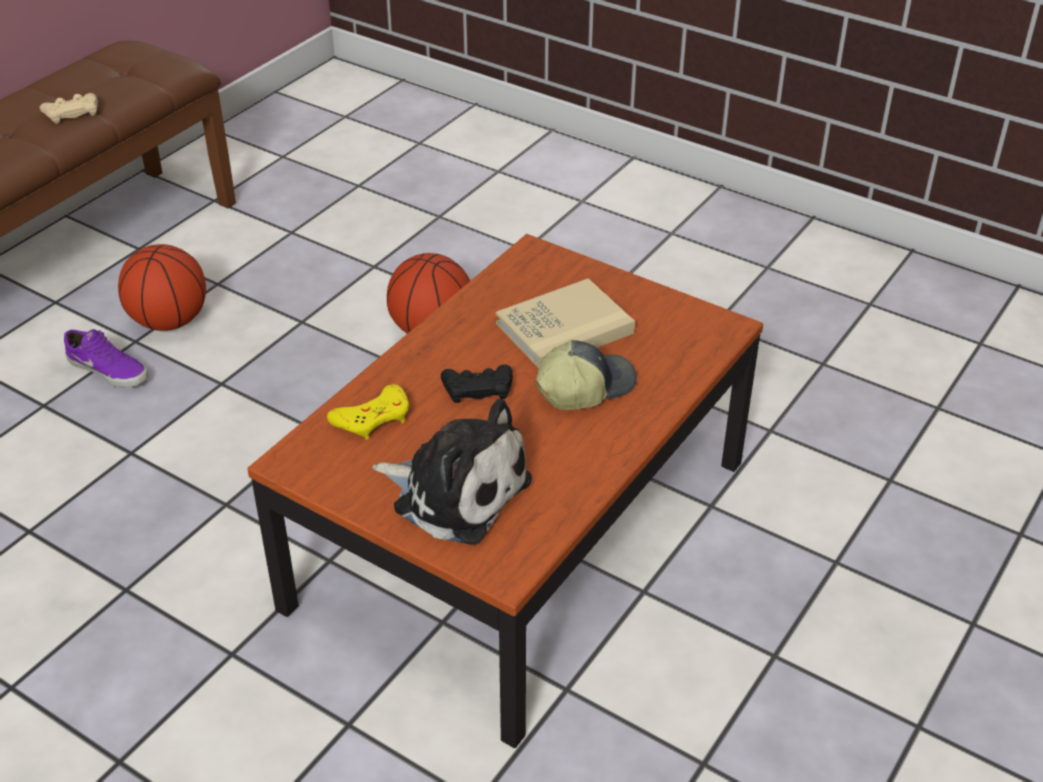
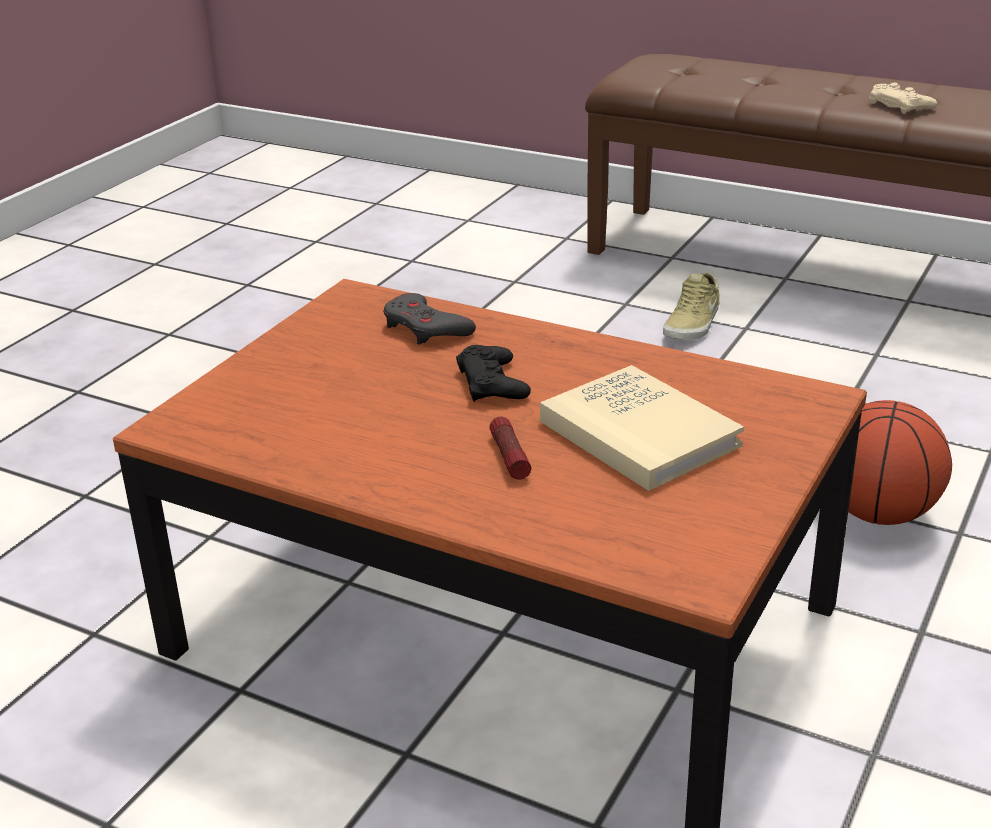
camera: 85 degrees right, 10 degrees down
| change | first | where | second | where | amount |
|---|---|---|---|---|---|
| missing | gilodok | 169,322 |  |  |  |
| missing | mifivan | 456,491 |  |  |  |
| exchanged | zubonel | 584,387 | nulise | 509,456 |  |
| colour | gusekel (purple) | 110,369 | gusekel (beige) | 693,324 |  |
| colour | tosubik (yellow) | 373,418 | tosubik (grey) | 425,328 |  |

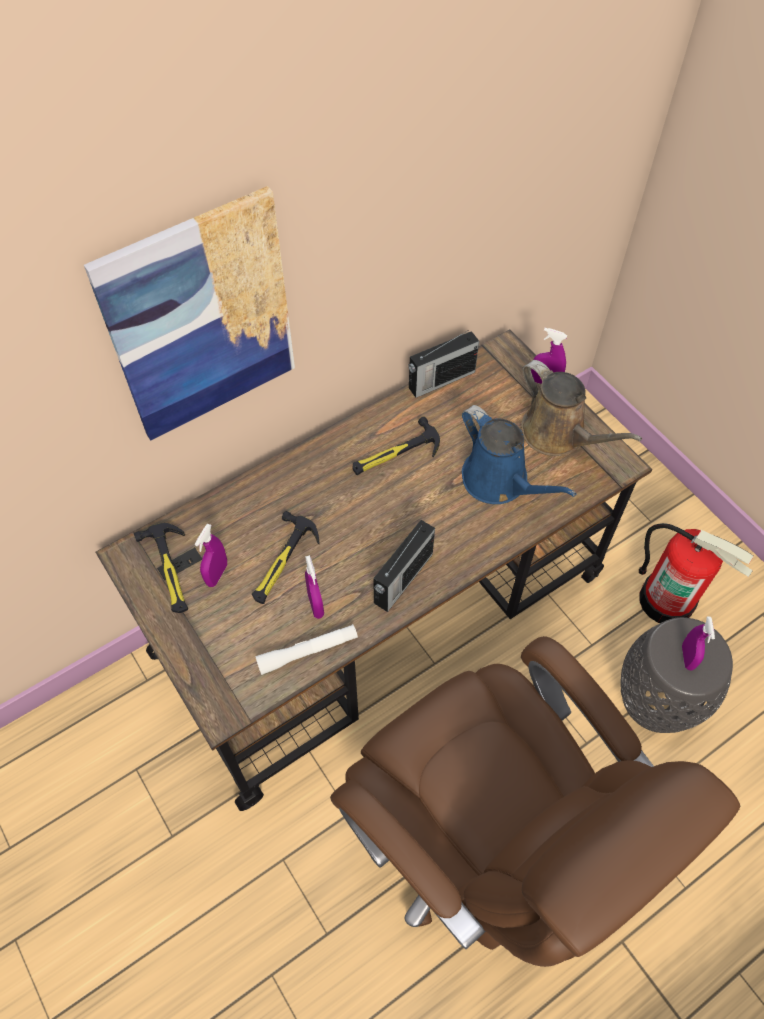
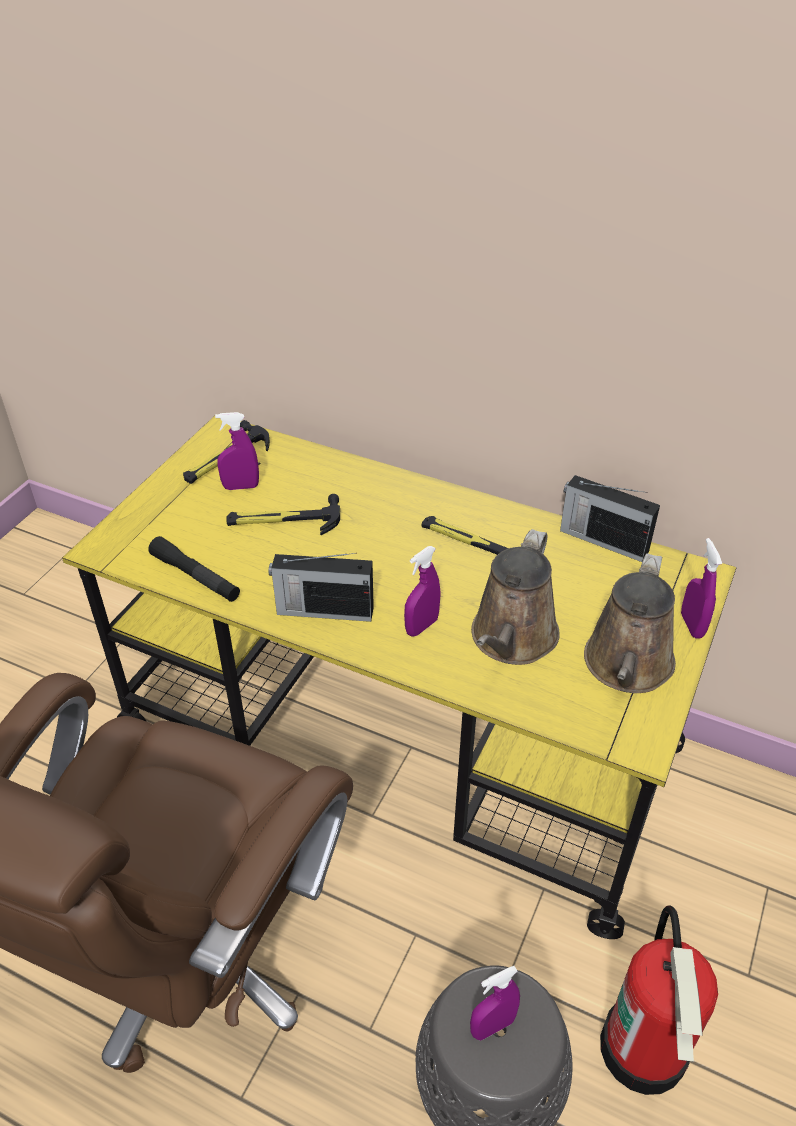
camera: 60 degrees right, 15 degrees down
| change | first | where | second | where | amount |
|---|---|---|---|---|---|
| missing | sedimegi | 201,320 |  |  |  |
| relocated | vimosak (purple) | 316,605 |  | 421,626 |  |
| colour | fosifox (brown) | 380,614 | fosifox (yellow) | 397,738 |  |
| colour | nulise (white) | 308,651 | nulise (black) | 195,577 |  |
| colour | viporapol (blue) | 499,481 | viporapol (brown) | 512,639 |  |

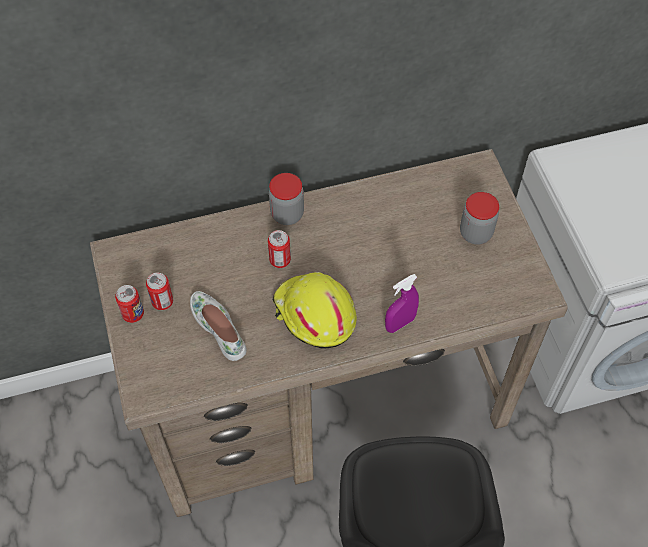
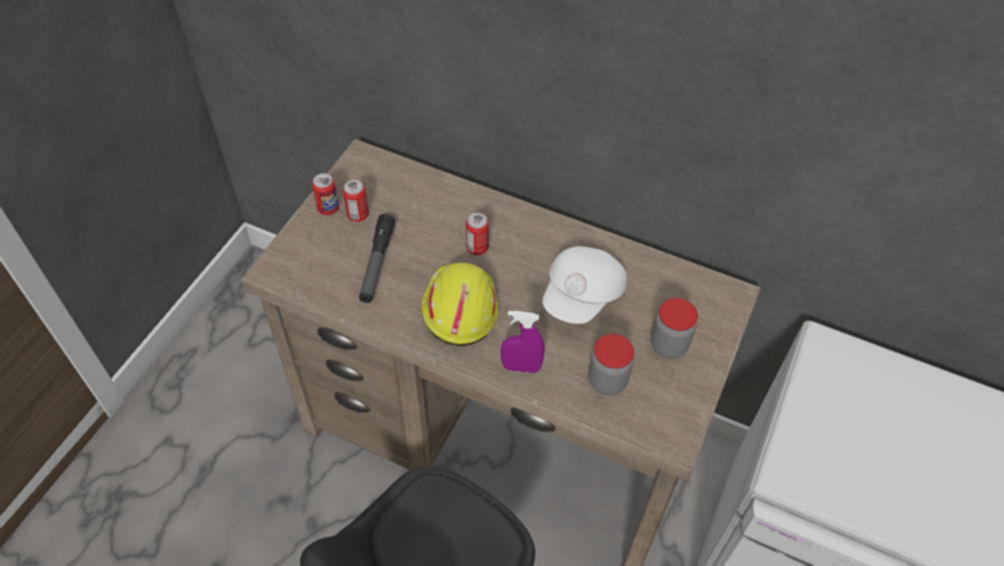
camera: 40 degrees right, 5 degrees down
| change | first | where | second | where | amount |
|---|---|---|---|---|---|
| appeared |  |  | zubonel (white) | 583,296 |  |
| relocated | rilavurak | 287,214 |  | 607,381 |  |
| exchanged | gusekel (white) | 219,328 | nulise | 377,263 |  |

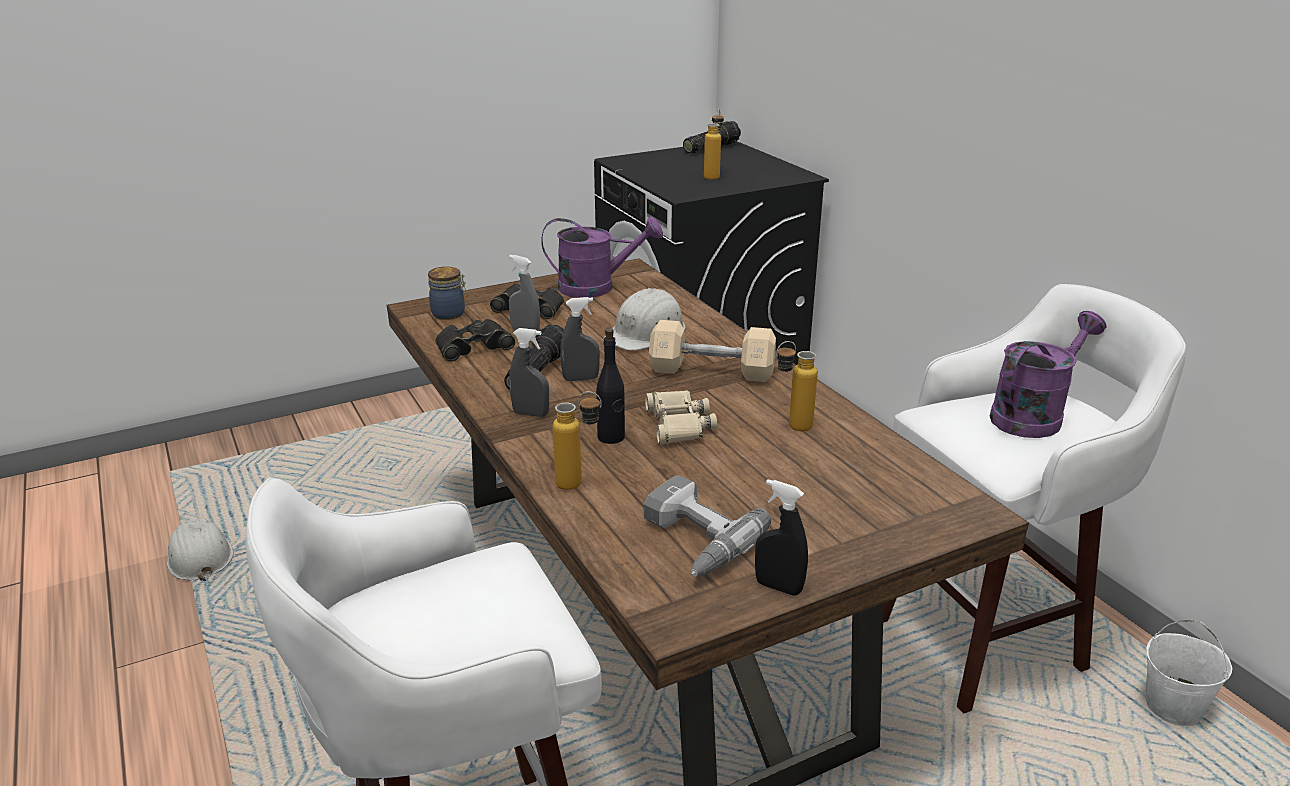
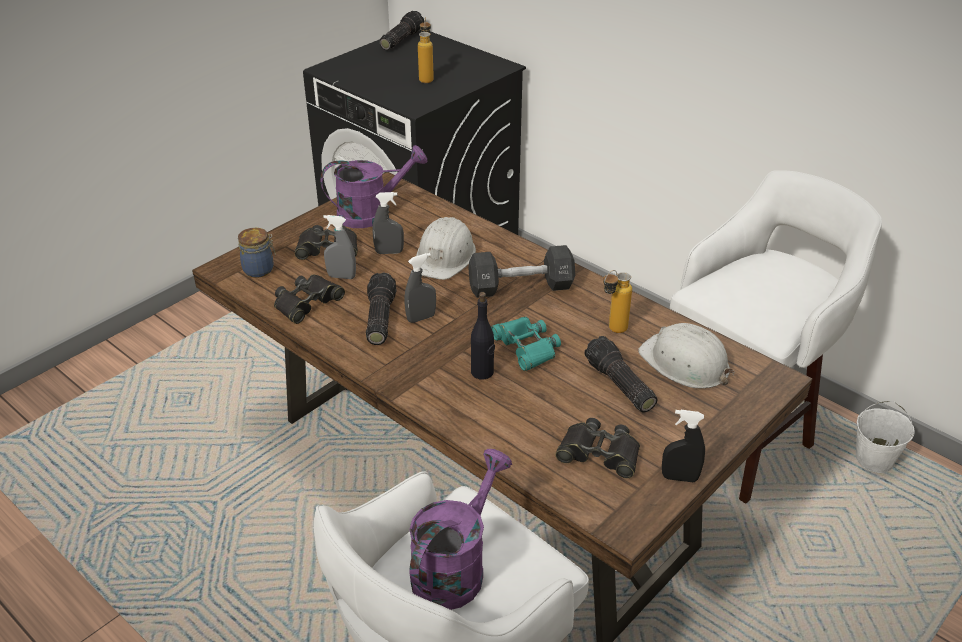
camera: 20 degrees left, 10 degrees up
| change | first | where | second | where | amount |
|---|---|---|---|---|---|
| missing | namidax | 579,485 |  |  |  |
| appeared |  |  | nulise | 618,385 |  |
| relocated | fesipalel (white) | 199,557 |  | 685,363 |  |
| relocated | vimosak (grey) | 530,414 |  | 389,252 |  |
| relocated | viporapol (purple) | 1033,415 |  | 455,567 |  |
| exchanged | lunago | 692,540 | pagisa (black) | 599,453 |  |
| colour | pagisa (beige) | 678,424 | pagisa (turquoise) | 526,347 |  |
| colour | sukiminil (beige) | 711,371 | sukiminil (black) | 521,287 |  |

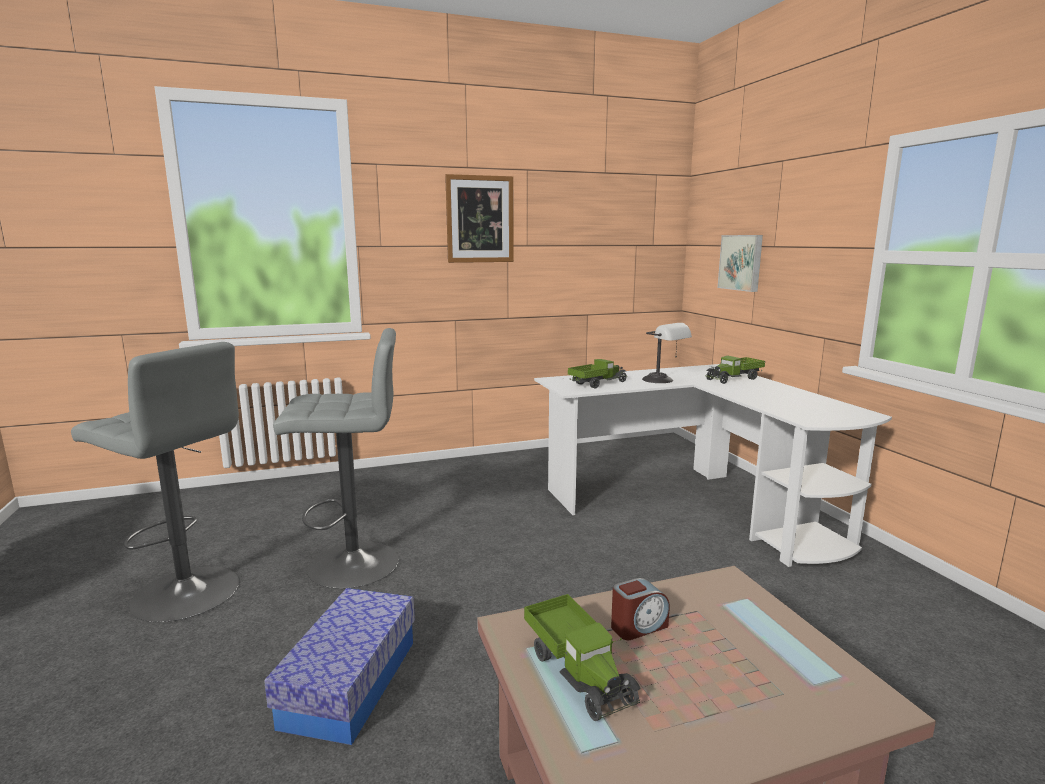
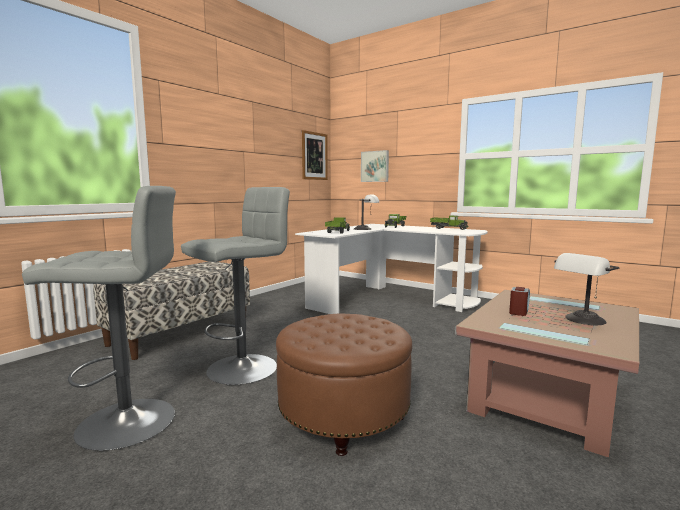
camera: 35 degrees left, 5 degrees down
| change | first | where | second | where | amount |
|---|---|---|---|---|---|
| appeared |  |  | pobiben | 181,333 |  |
| appeared |  |  | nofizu | 582,321 |  |
| relocated | sedimegi | 480,219 |  | 314,156 |  |
| relocated | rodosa | 579,670 |  | 448,228 |  |
| exchanged | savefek | 350,682 | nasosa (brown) | 343,417 |  |

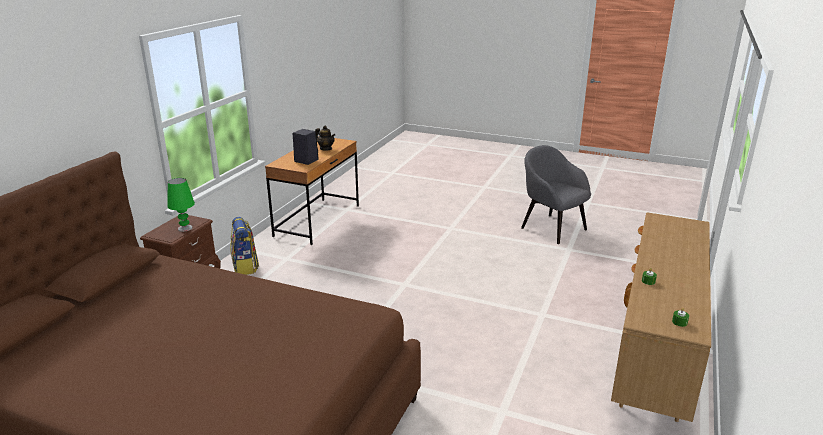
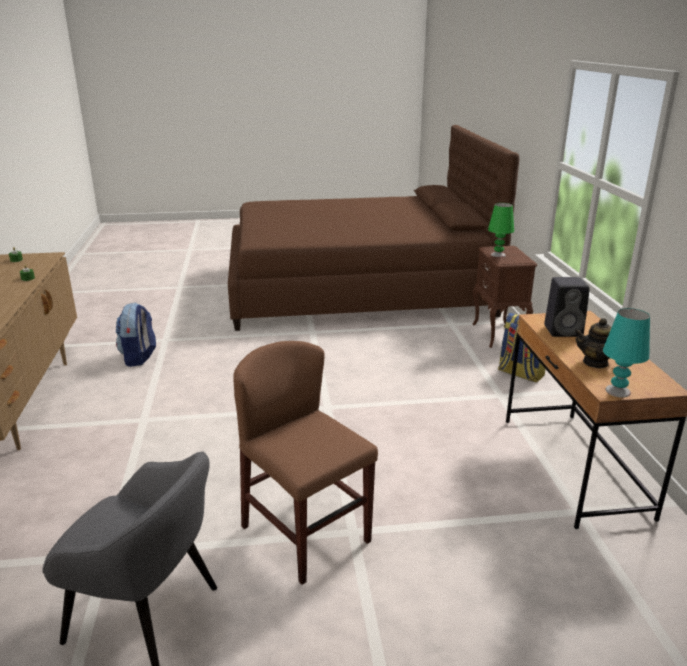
camera: 150 degrees right, 0 degrees up
| change | first | where | second | where | amount |
|---|---|---|---|---|---|
| appeared |  |  | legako | 139,358 |  |
| appeared |  |  | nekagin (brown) | 306,534 |  |
| appeared |  |  | nofizu (turquoise) | 618,391 |  |

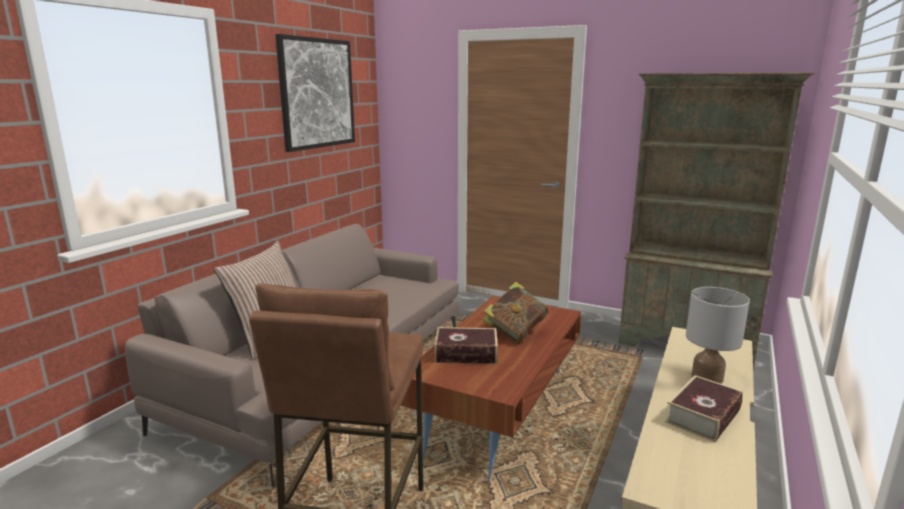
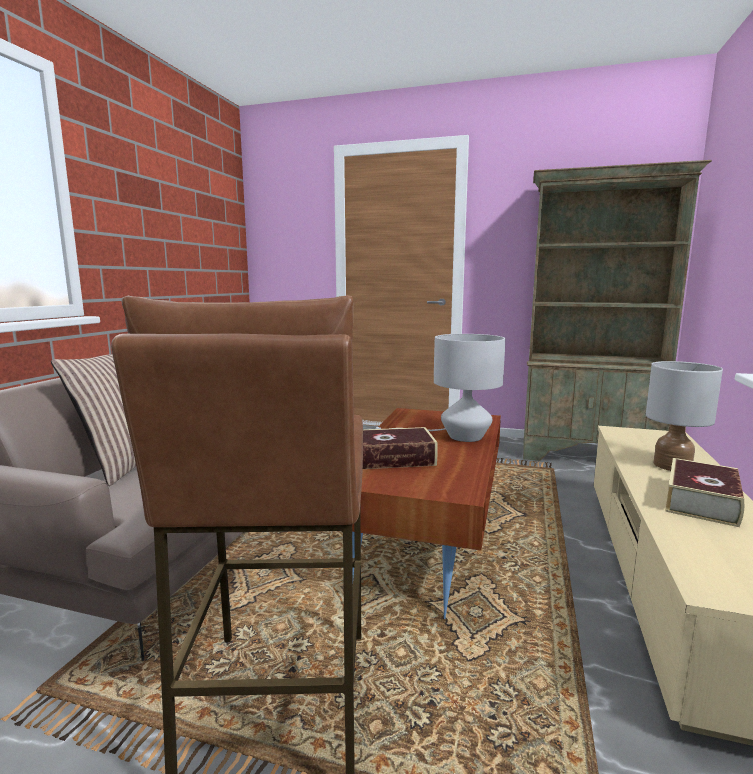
camera: 10 degrees left, 5 degrees down
| change | first | where | second | where | amount |
|---|---|---|---|---|---|
| missing | sedimegi | 317,93 |  |  |  |
| exchanged | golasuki | 515,332 | nofizu (grey) | 441,436 |  |

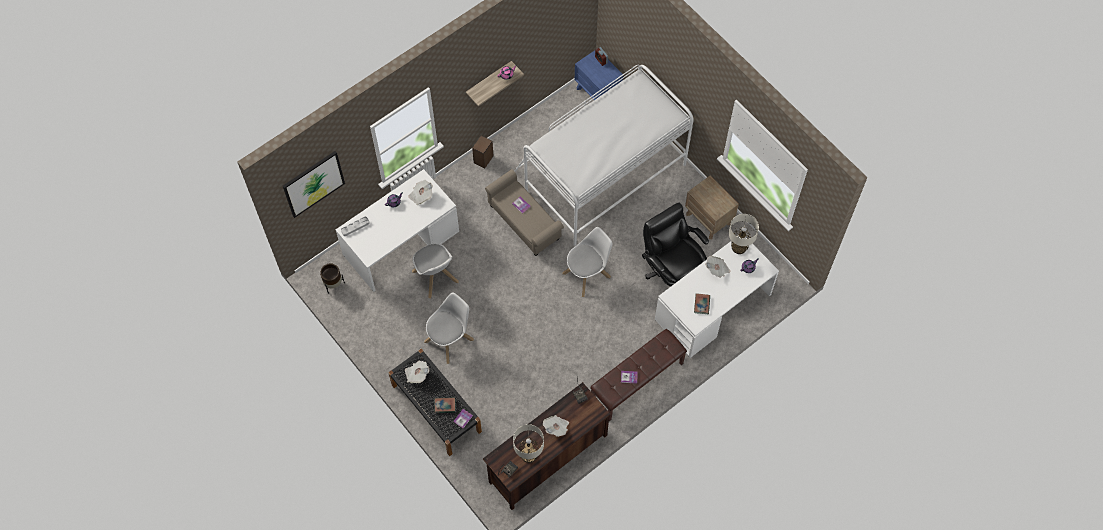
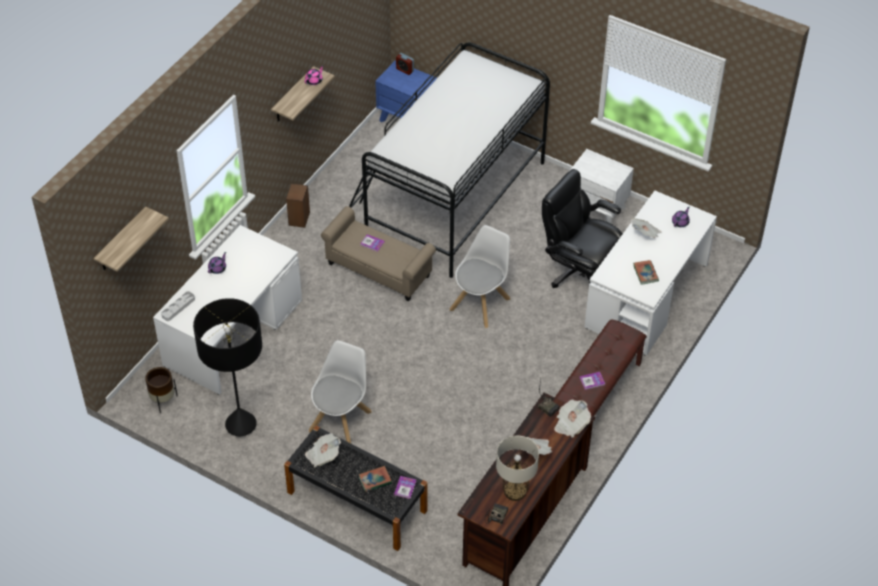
camera: 20 degrees left, 15 degrees down
| change | first | where | second | where | amount |
|---|---|---|---|---|---|
| missing | nekagin | 436,278 |  |  |  |
| missing | nofizu | 739,247 |  |  |  |
| appeared |  |  | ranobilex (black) | 241,426 |  |
| relocated | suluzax | 421,195 |  | 571,424 |  |
| exchanged | sedimegi | 313,183 | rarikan | 121,240 |  |
| colour | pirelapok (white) | 603,178 | pirelapok (black) | 453,200 |  |
| colour | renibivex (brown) | 709,219 | renibivex (white) | 597,209 |  |

